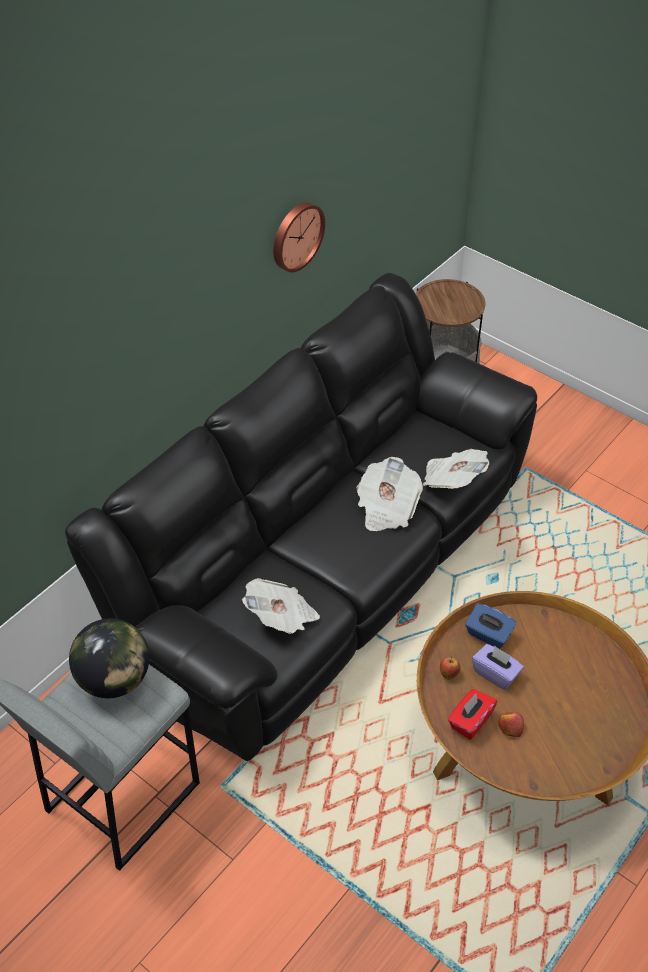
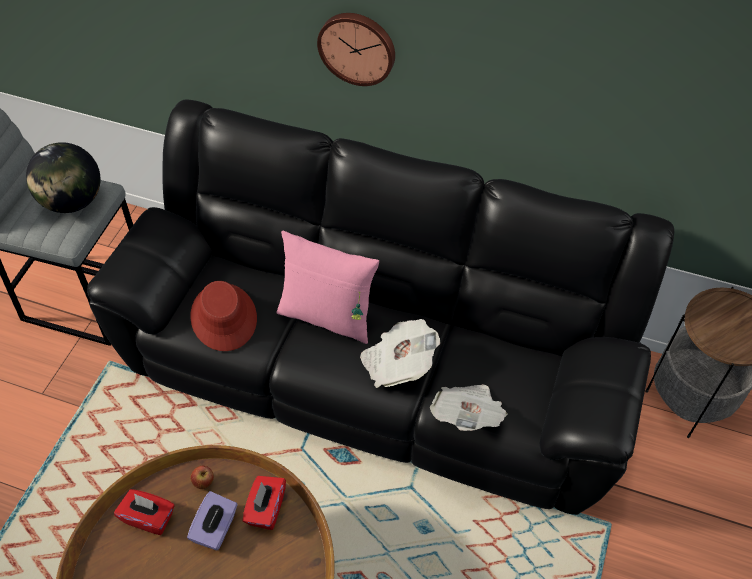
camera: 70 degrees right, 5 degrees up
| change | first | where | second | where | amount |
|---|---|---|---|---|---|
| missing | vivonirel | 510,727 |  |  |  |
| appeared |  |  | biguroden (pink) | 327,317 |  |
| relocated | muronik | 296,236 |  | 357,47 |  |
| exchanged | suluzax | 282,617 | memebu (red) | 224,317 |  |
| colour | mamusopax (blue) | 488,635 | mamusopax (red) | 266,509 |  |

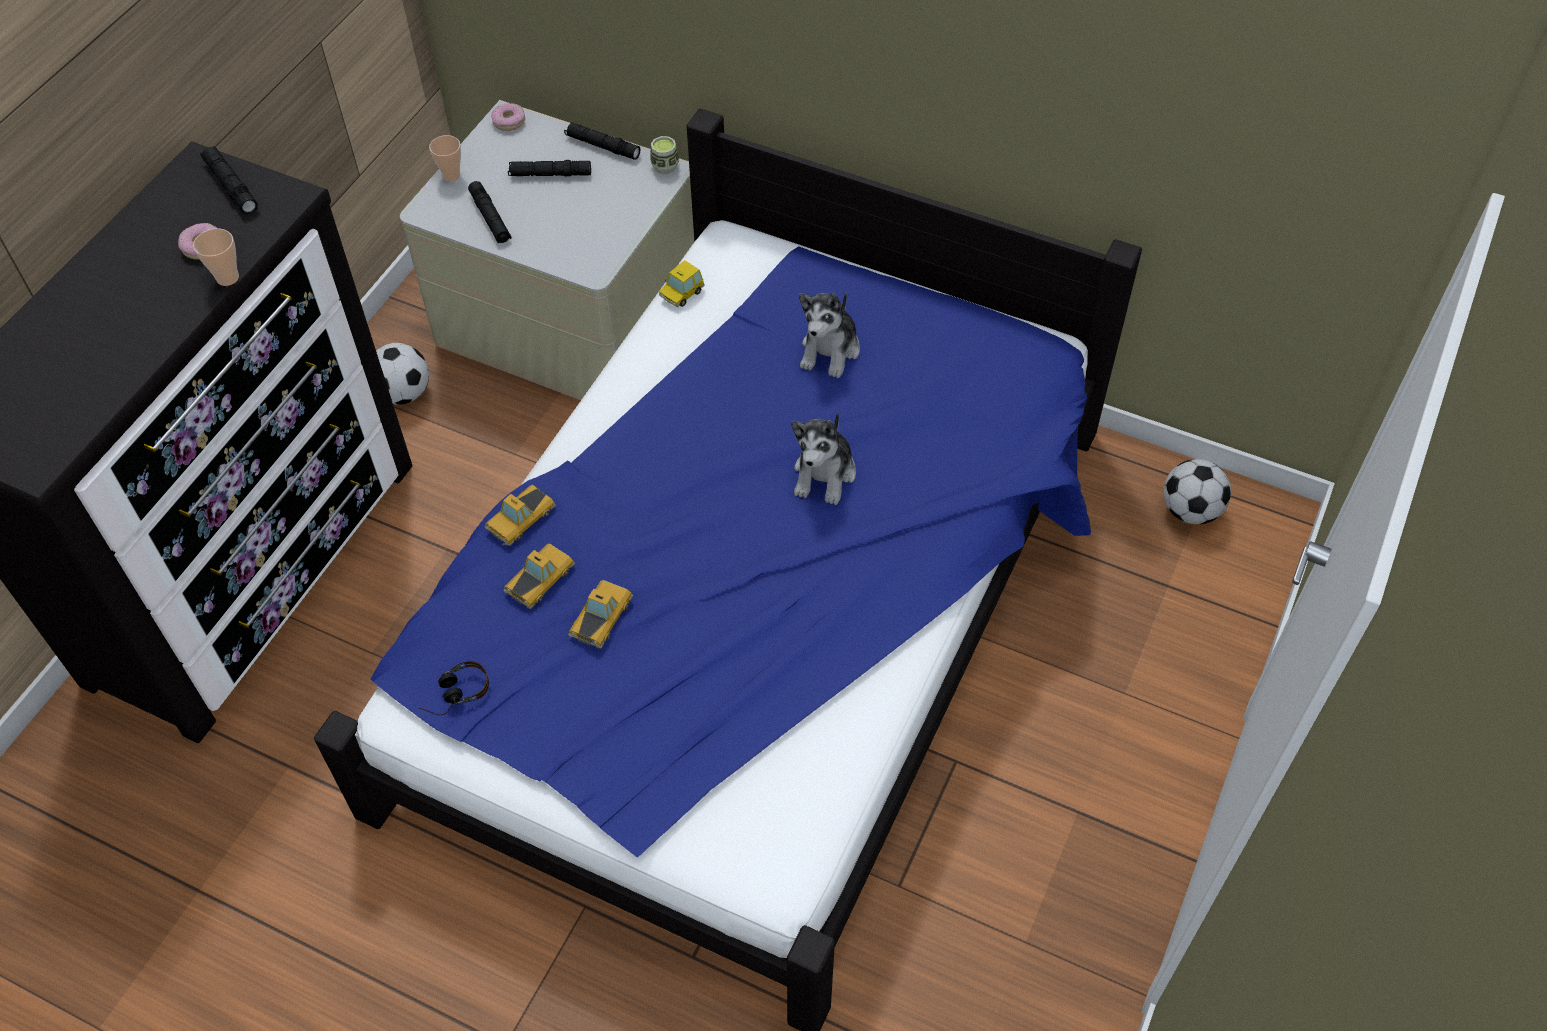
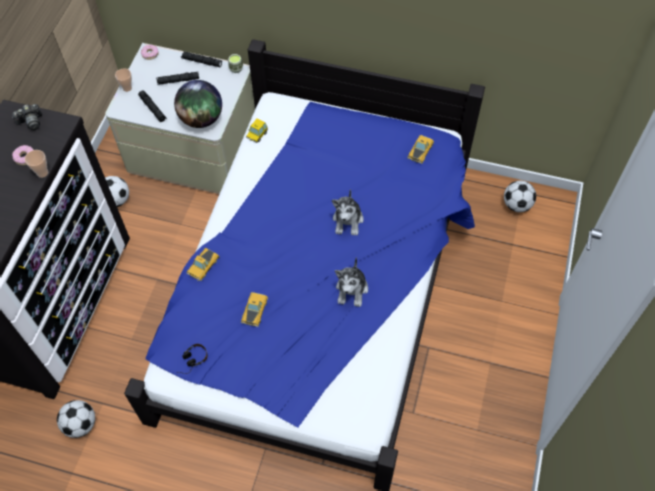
camera: 10 degrees left, 5 degrees up
| change | first | where | second | where | amount |
|---|---|---|---|---|---|
| appeared |  |  | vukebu | 80,424 |  |
| appeared |  |  | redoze | 201,119 |  |
| relocated | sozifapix | 541,578 |  | 420,150 |  |
| relocated | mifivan | 830,350 |  | 352,289 |  |
| exchanged | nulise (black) | 231,186 | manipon | 31,122 |  |

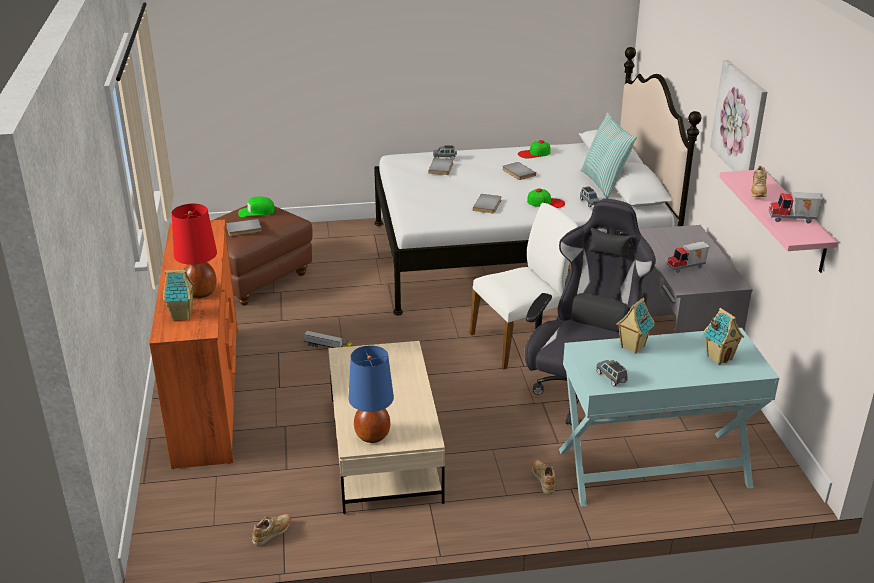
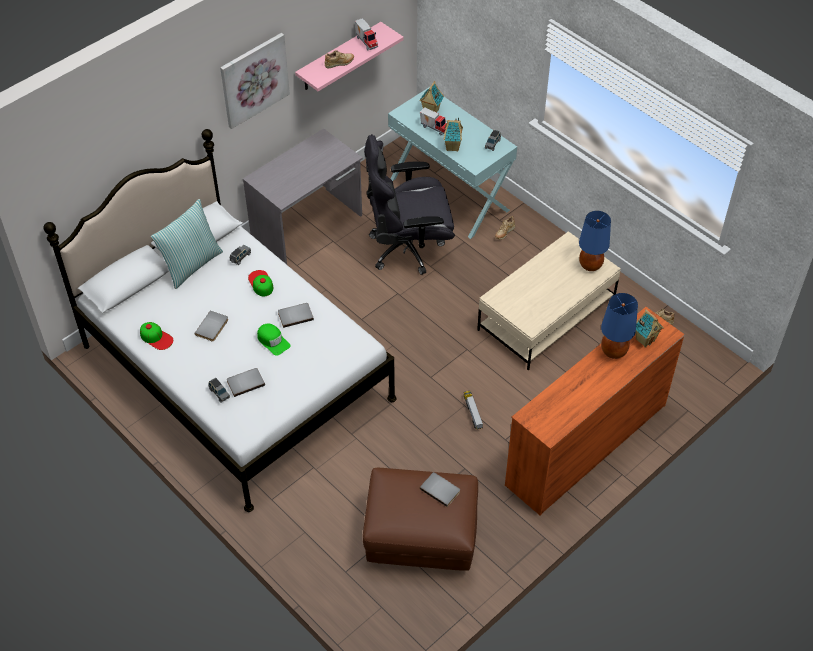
camera: 125 degrees left, 20 degrees up
| change | first | where | second | where | amount |
|---|---|---|---|---|---|
| missing | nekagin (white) | 521,340 |  |  |  |
| relocated | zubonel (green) | 256,212 |  | 273,341 |  |
| relocated | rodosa | 687,268 |  | 434,128 |  |
| colour | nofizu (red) | 200,293 | nofizu (blue) | 614,351 |  |

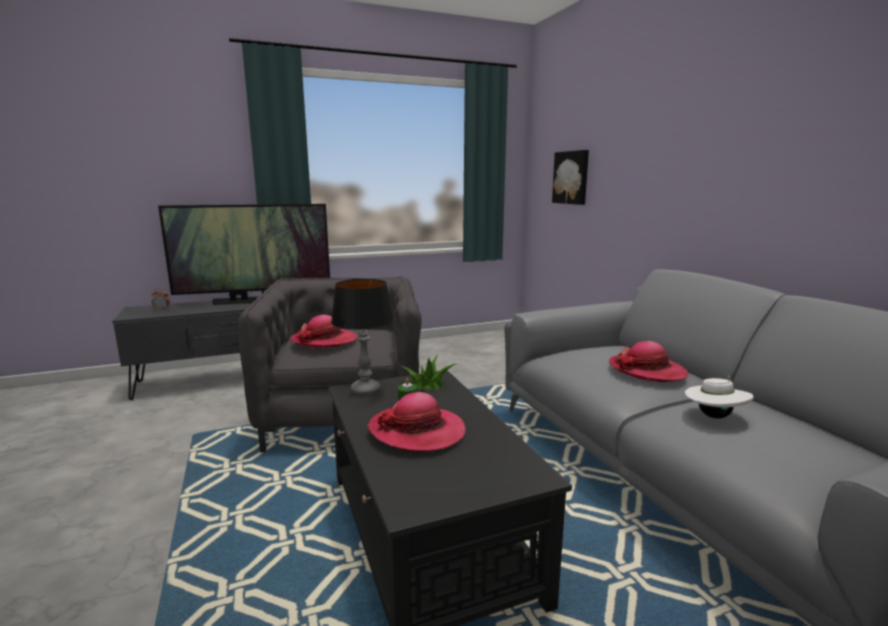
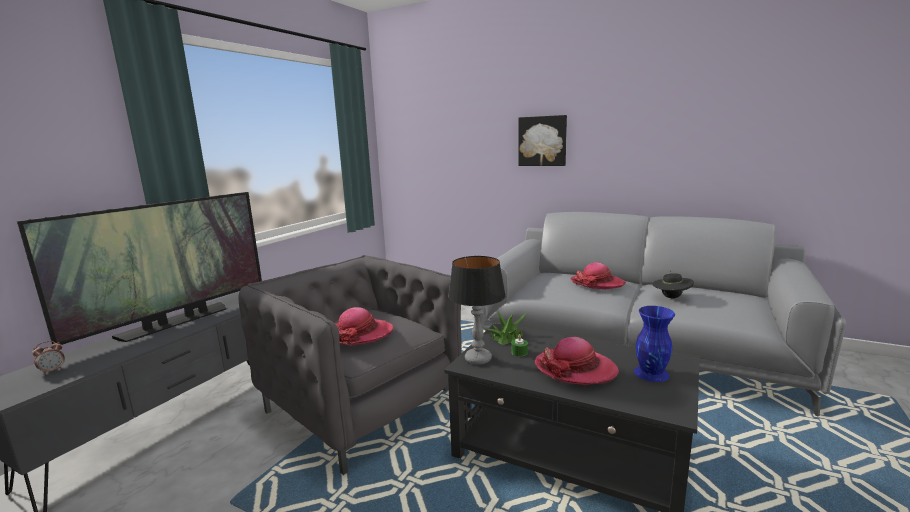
camera: 40 degrees left, 0 degrees up
| change | first | where | second | where | amount |
|---|---|---|---|---|---|
| appeared |  |  | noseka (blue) | 651,373 |  |
| relocated | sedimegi | 571,177 |  | 542,141 |  |
| colour | memebu (white) | 714,416 | memebu (black) | 671,297 |  |

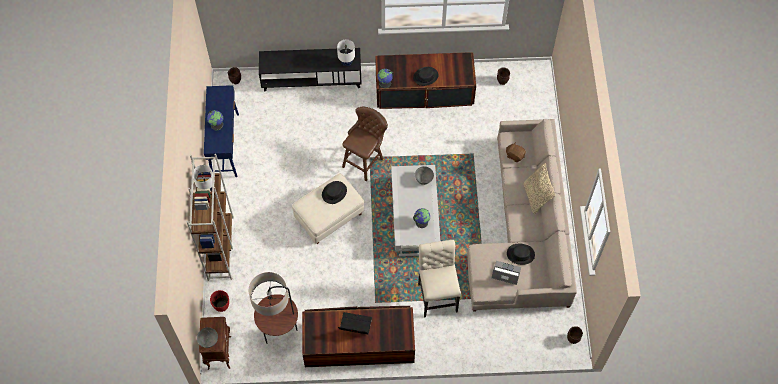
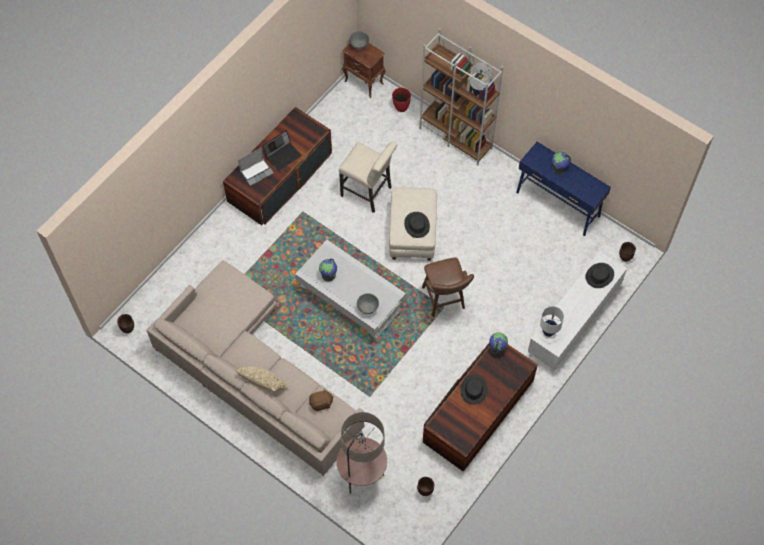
camera: 130 degrees right, 0 degrees up
| change | first | where | second | where | amount |
|---|---|---|---|---|---|
| relocated | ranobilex | 279,330 |  | 362,478 |  |
| relocated | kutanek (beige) | 437,295 |  | 368,193 |  |
| relocated | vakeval | 505,273 |  | 256,172 |  |
| relocated | memebu (black) | 520,254 |  | 599,276 |  |
| colour | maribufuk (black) | 311,79 | maribufuk (white) | 574,321 |  |

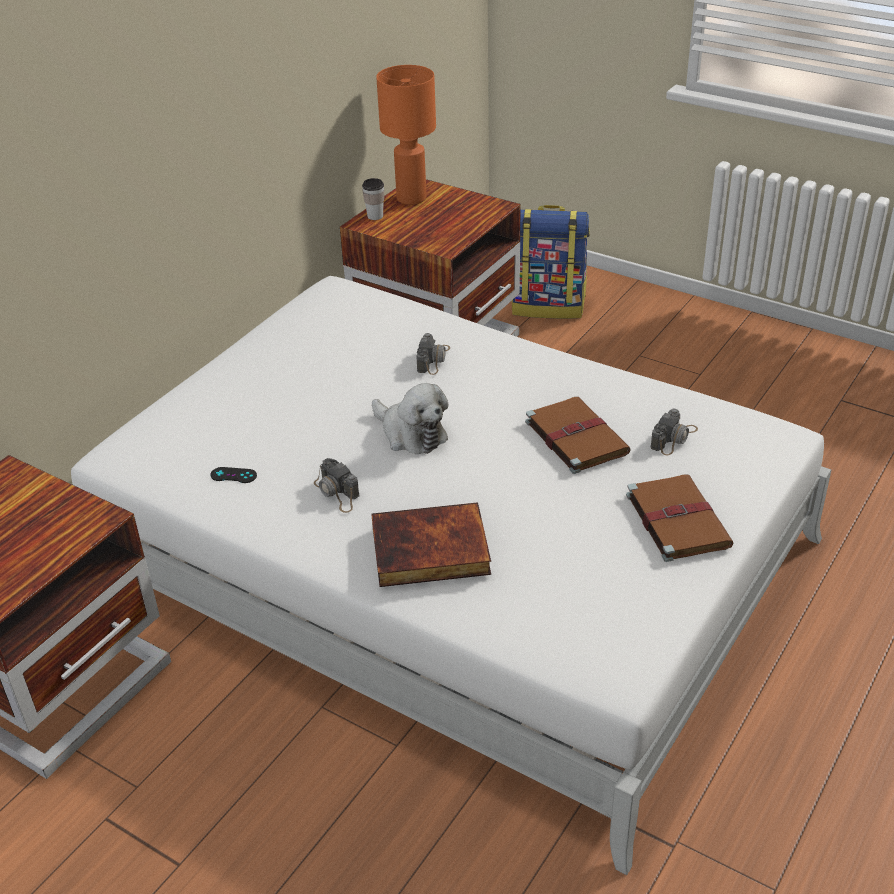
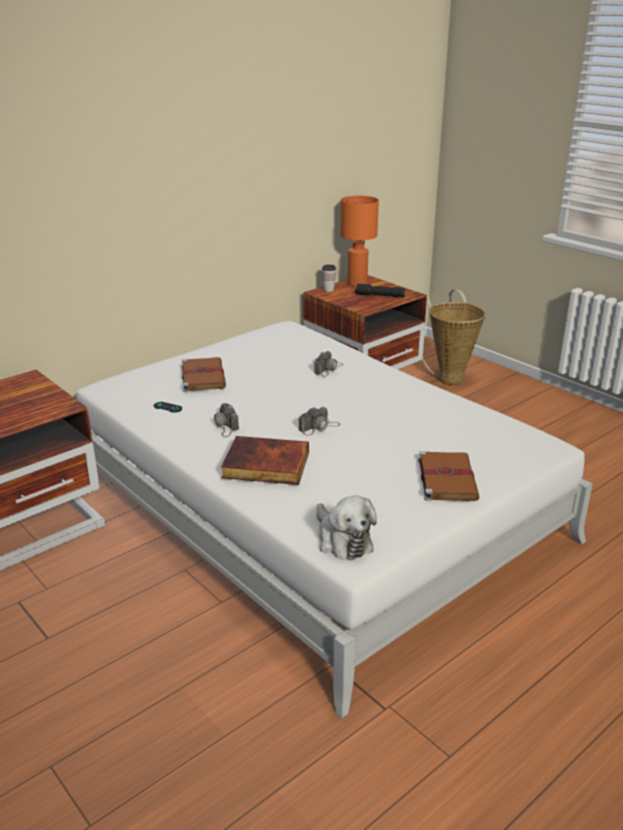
camera: 15 degrees right, 10 degrees down
| change | first | where | second | where | amount |
|---|---|---|---|---|---|
| appeared |  |  | nulise (black) | 379,296 |  |
| relocated | mifivan | 411,434 |  | 342,540 |  |
| relocated | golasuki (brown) | 575,436 |  | 202,376 |  |
| relocated | manipon | 674,438 |  | 319,427 |  |
| exchanged | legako | 548,306 | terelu | 448,377 |  |

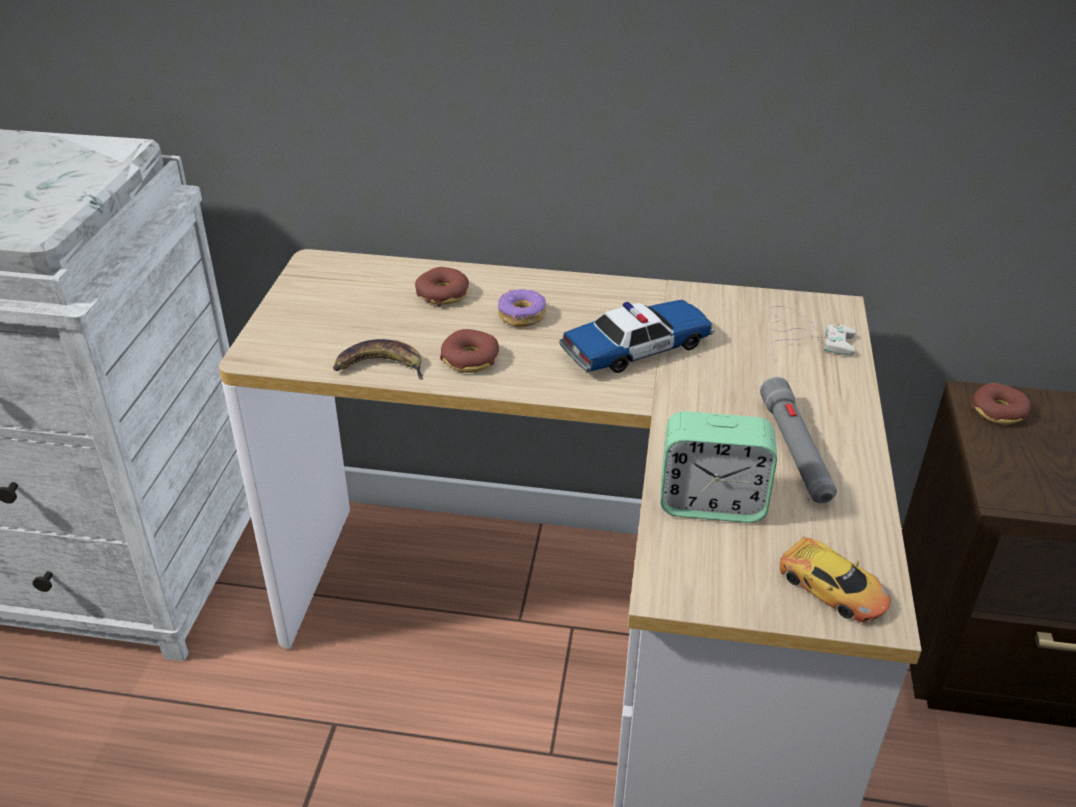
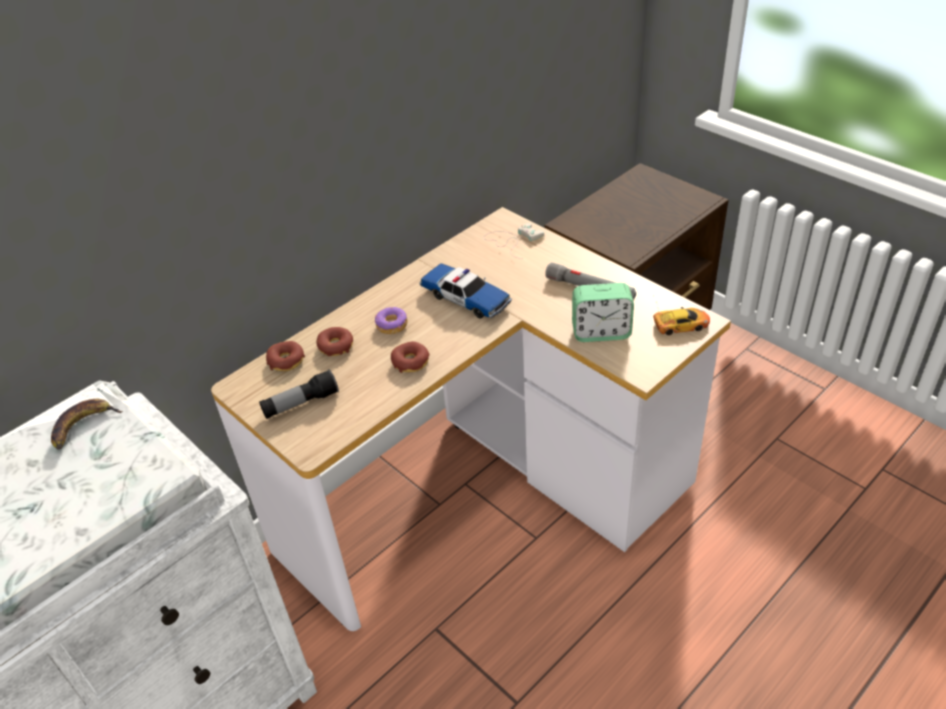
camera: 50 degrees left, 5 degrees up
| change | first | where | second | where | amount |
|---|---|---|---|---|---|
| appeared |  |  | nulise | 301,404 |  |
| relocated | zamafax | 379,367 |  | 83,426 |  |
| relocated | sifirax | 998,411 |  | 286,361 |  |
| spun | sozifapix | 637,348 |  | 465,298 | 120 degrees clockwise |
| spun | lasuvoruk | 711,503 |  | 601,332 | 45 degrees clockwise |

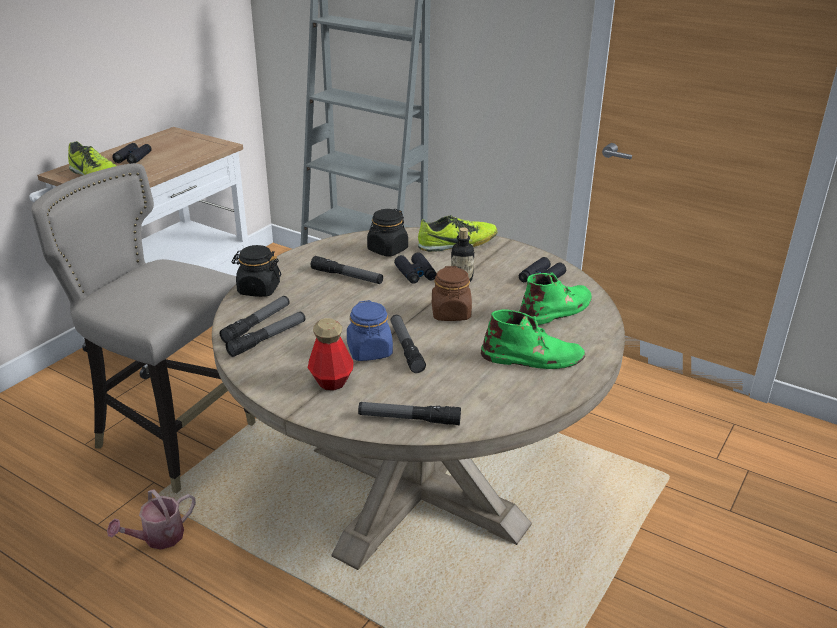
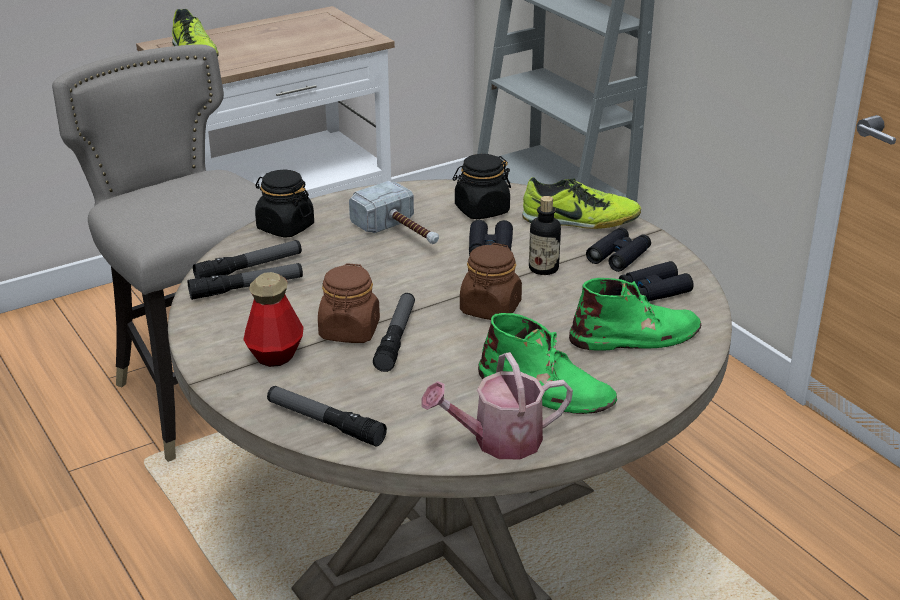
camera: 25 degrees right, 0 degrees up
| change | first | where | second | where | amount |
|---|---|---|---|---|---|
| relocated | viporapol | 158,538 |  | 498,441 |  |
| relocated | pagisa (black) | 133,158 |  | 619,256 |  |
| exchanged | nulise | 347,276 | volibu | 401,234 |  |
| colour | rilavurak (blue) | 369,351 | rilavurak (brown) | 349,331 |  |

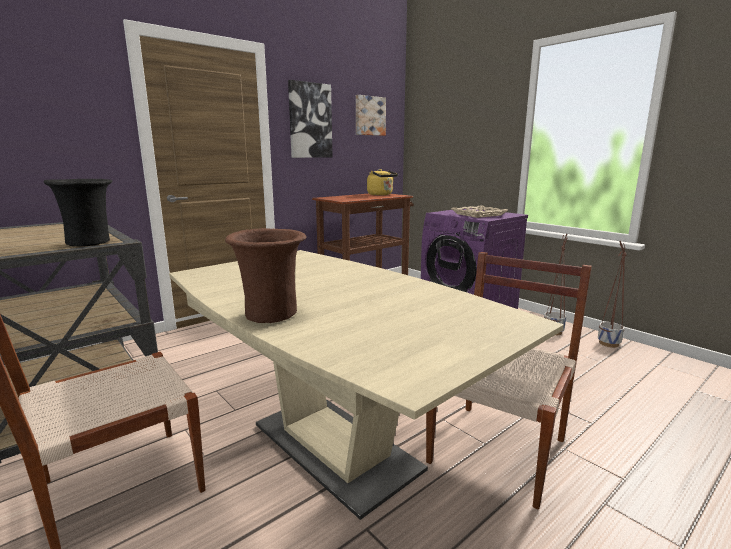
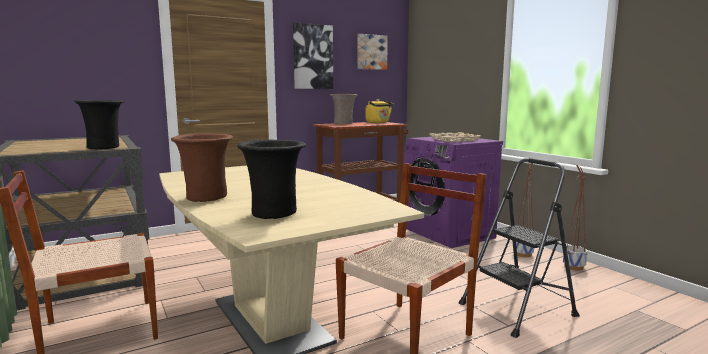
camera: 10 degrees right, 5 degrees down
| change | first | where | second | where | amount |
|---|---|---|---|---|---|
| appeared |  |  | noseka (black) | 275,214 |  |
| appeared |  |  | noseka (beige) | 343,123 |  |
| appeared |  |  | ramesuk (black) | 519,308 |  |

